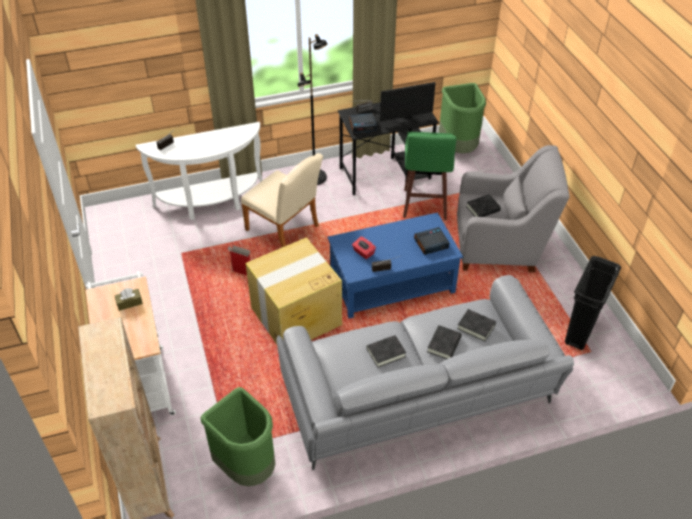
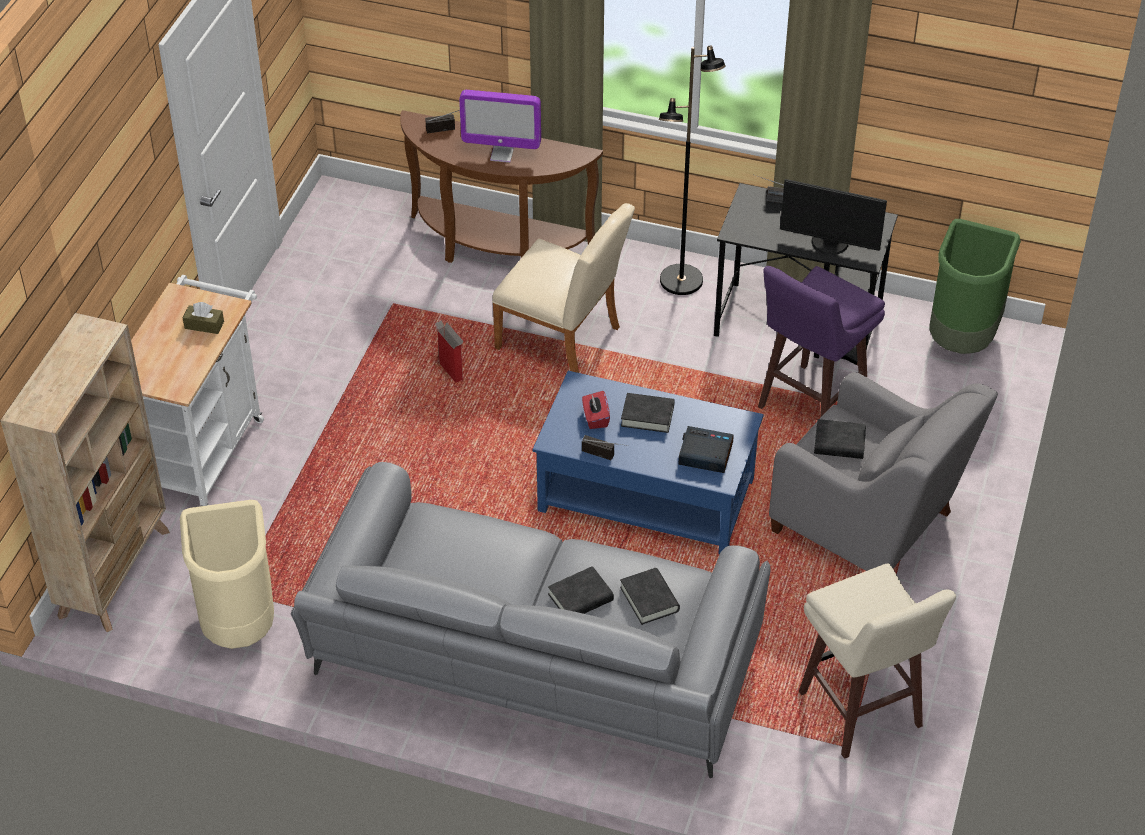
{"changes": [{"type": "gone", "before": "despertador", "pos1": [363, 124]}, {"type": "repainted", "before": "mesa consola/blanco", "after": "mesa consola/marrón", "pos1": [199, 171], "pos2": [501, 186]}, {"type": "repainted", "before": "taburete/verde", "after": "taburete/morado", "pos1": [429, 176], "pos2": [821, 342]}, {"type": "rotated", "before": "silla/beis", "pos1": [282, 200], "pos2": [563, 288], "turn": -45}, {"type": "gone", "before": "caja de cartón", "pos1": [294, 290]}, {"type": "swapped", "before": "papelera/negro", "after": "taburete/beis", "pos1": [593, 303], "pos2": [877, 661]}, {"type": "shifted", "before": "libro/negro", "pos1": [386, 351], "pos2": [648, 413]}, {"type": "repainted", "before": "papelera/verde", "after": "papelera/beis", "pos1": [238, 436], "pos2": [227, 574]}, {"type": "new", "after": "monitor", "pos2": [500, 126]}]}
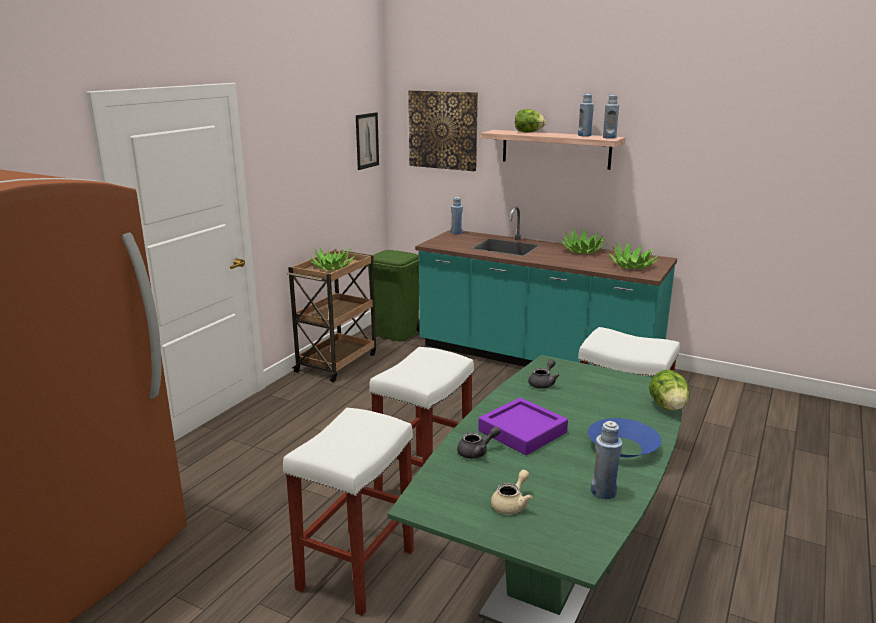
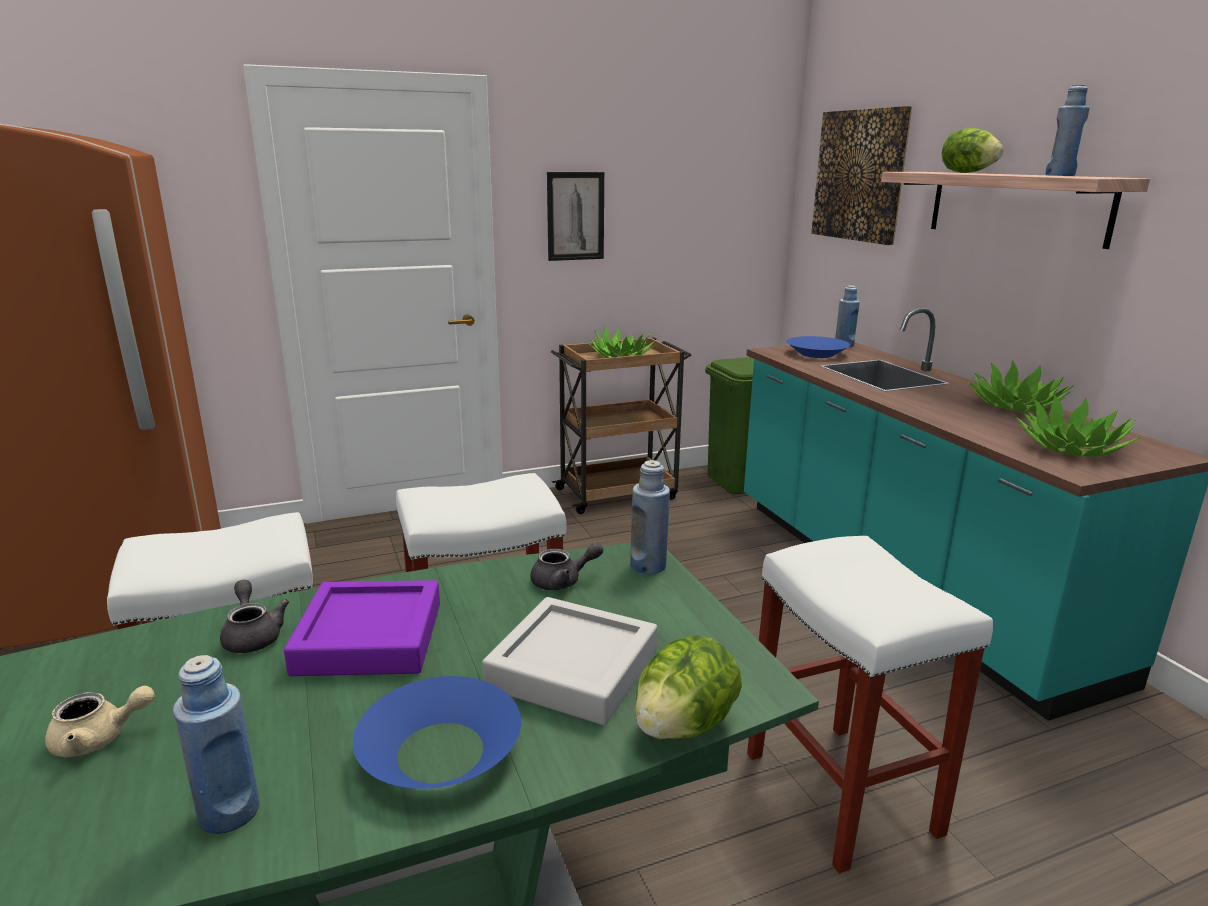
{"changes": [{"type": "shifted", "before": "botella/azul", "pos1": [611, 116], "pos2": [650, 517]}, {"type": "shifted", "before": "cuadro", "pos1": [367, 141], "pos2": [575, 216]}, {"type": "rotated", "before": "tetera/gris", "pos1": [479, 442], "pos2": [254, 616], "turn": -135}, {"type": "new", "after": "cuenco/azul", "pos2": [818, 347]}, {"type": "new", "after": "bandeja/gris", "pos2": [569, 661]}]}
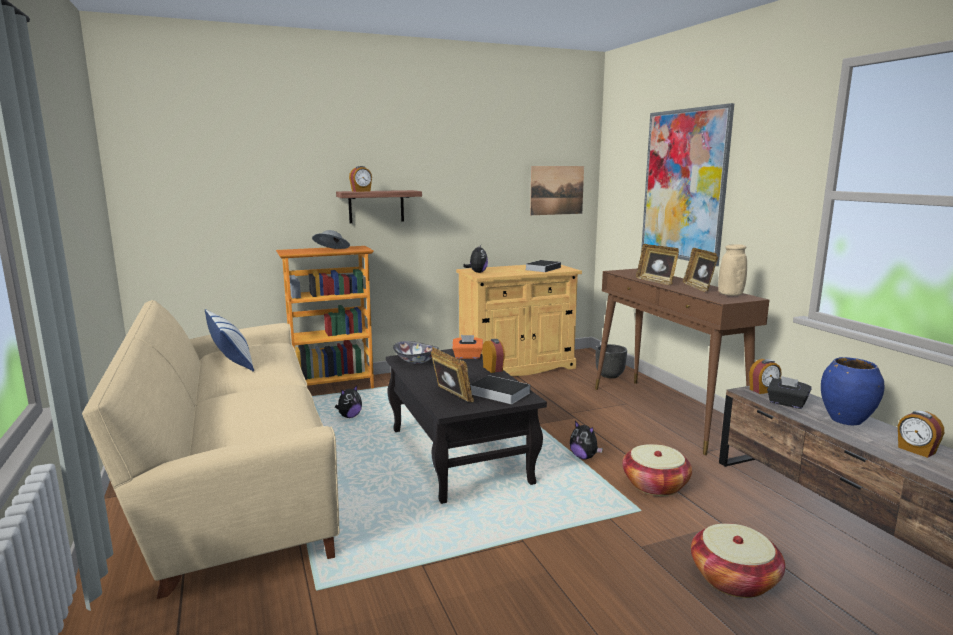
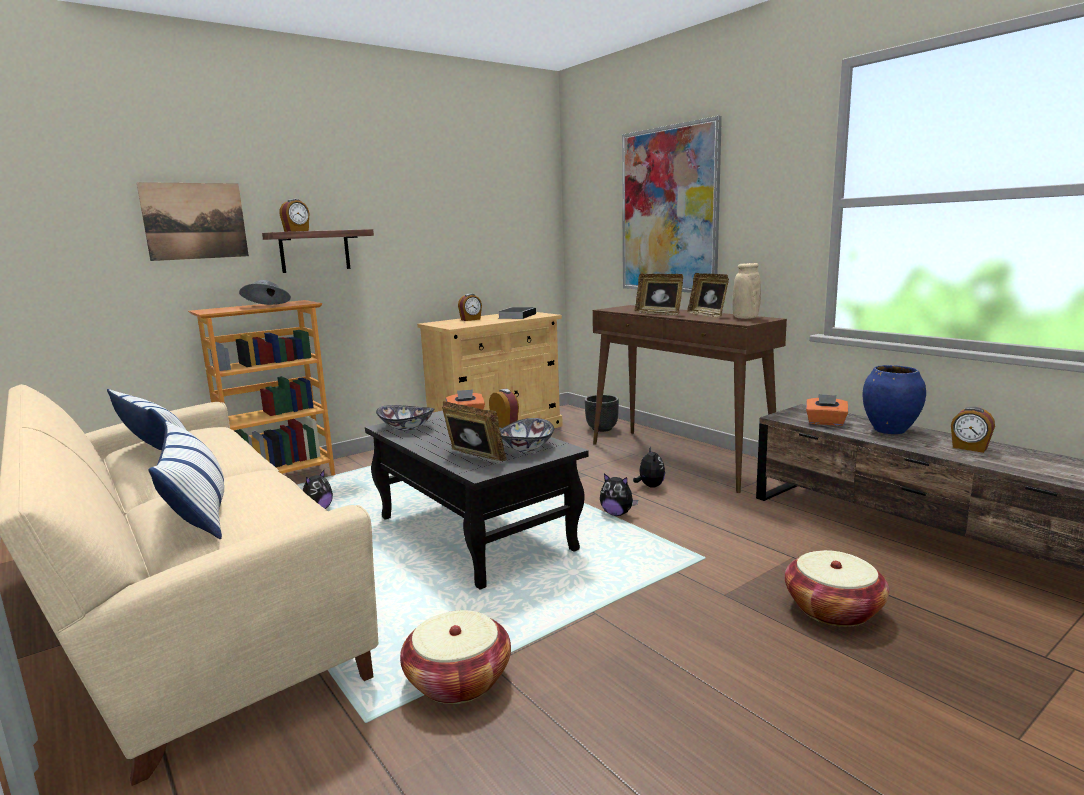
{"changes": [{"type": "shifted", "before": "cuadro", "pos1": [557, 190], "pos2": [193, 221]}, {"type": "shifted", "before": "peluche", "pos1": [475, 259], "pos2": [649, 467]}, {"type": "shifted", "before": "despertador", "pos1": [765, 376], "pos2": [470, 307]}, {"type": "swapped", "before": "libro", "after": "cuenco", "pos1": [500, 389], "pos2": [527, 435]}, {"type": "repainted", "before": "caja de pañuelos/negro", "after": "caja de pañuelos/naranja", "pos1": [789, 392], "pos2": [827, 410]}, {"type": "shifted", "before": "cesta", "pos1": [657, 470], "pos2": [455, 657]}, {"type": "new", "after": "cojín", "pos2": [186, 479]}]}
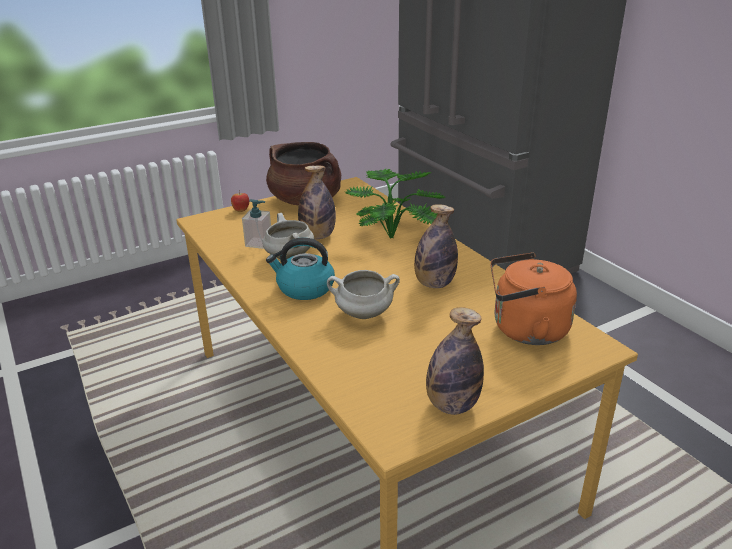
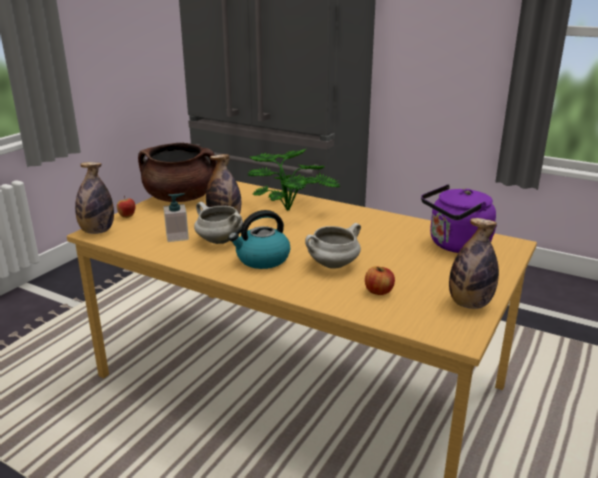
{"changes": [{"type": "shifted", "before": "botella", "pos1": [436, 246], "pos2": [94, 198]}, {"type": "repainted", "before": "hervidor/naranja", "after": "hervidor/morado", "pos1": [533, 298], "pos2": [459, 218]}, {"type": "new", "after": "manzana", "pos2": [380, 280]}]}
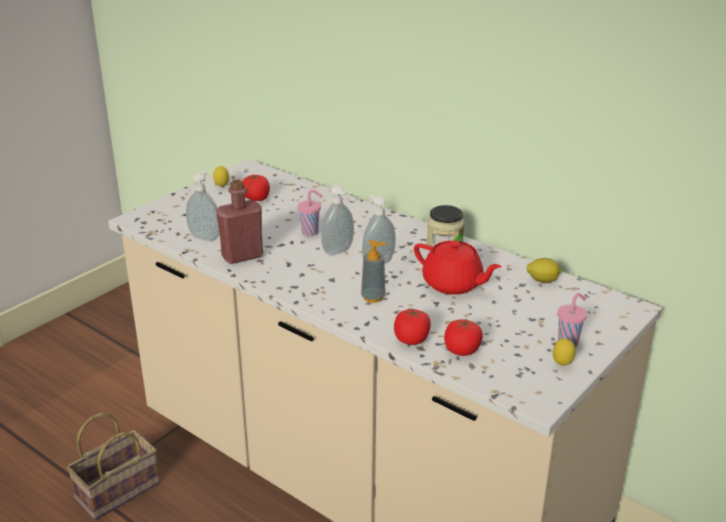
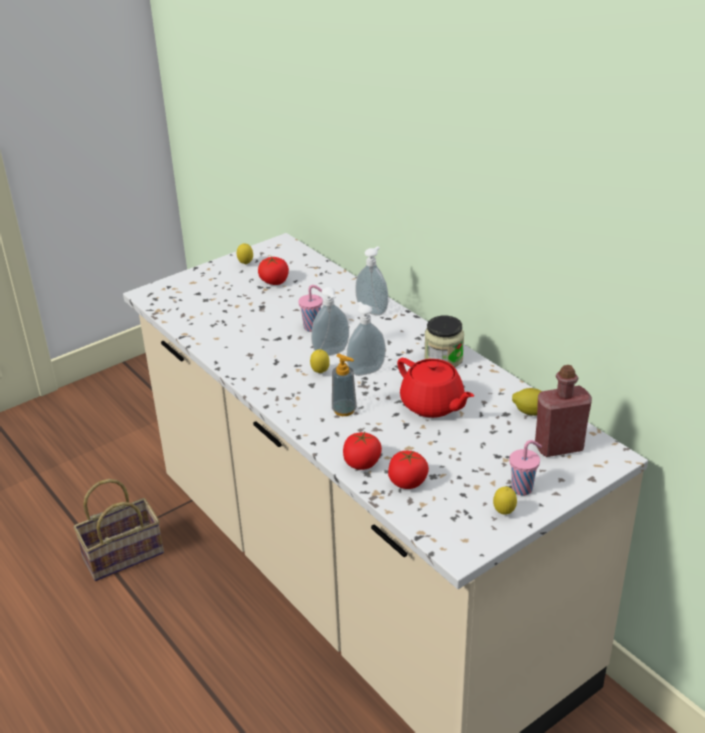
{"changes": [{"type": "shifted", "before": "dispensador de jabón", "pos1": [203, 206], "pos2": [371, 281]}, {"type": "shifted", "before": "botella/rojo", "pos1": [239, 221], "pos2": [563, 411]}, {"type": "new", "after": "limón", "pos2": [320, 361]}]}
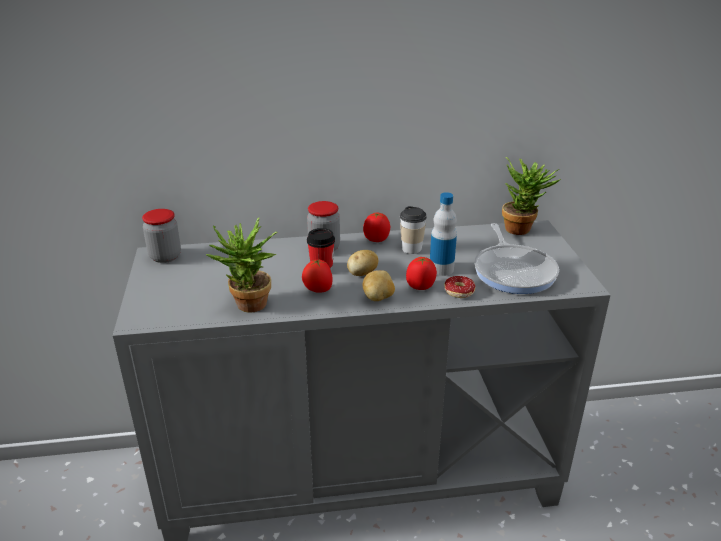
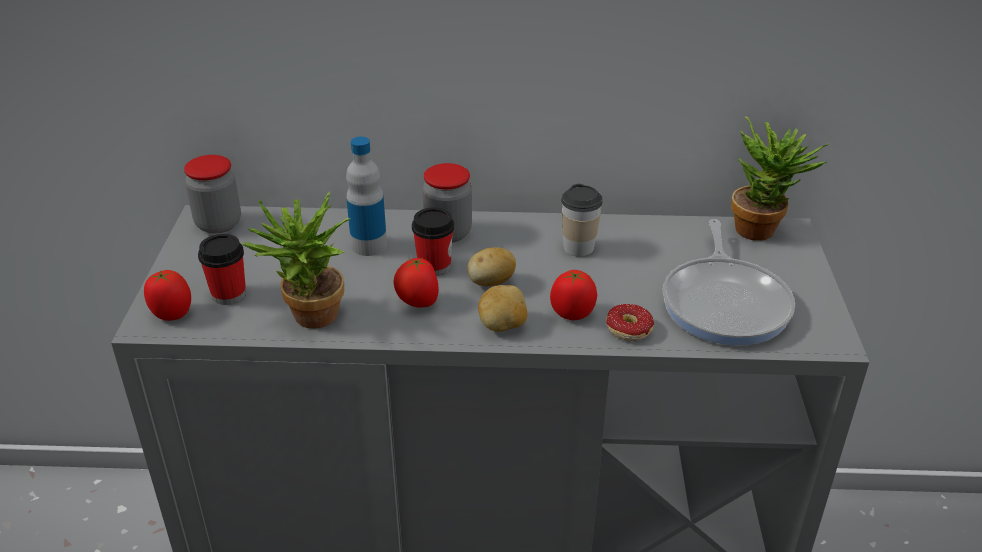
{"changes": [{"type": "shifted", "before": "botella", "pos1": [443, 234], "pos2": [366, 196]}, {"type": "shifted", "before": "tomate", "pos1": [376, 227], "pos2": [167, 295]}, {"type": "new", "after": "taza", "pos2": [222, 269]}]}
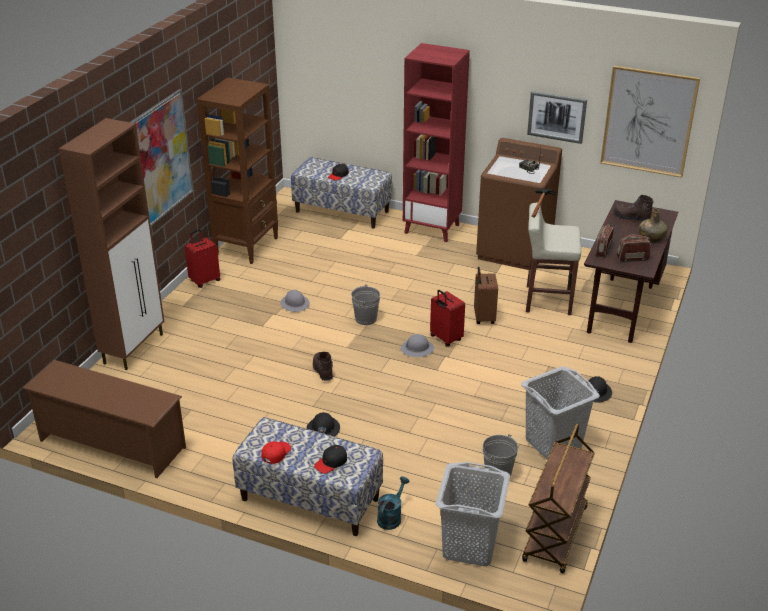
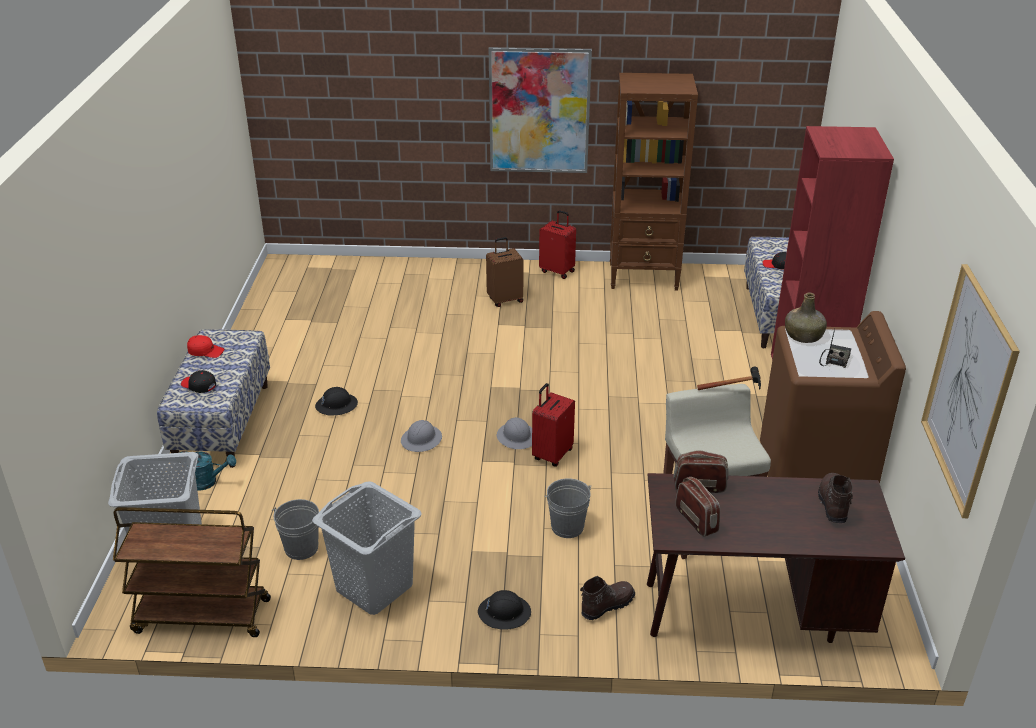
{"changes": [{"type": "gone", "before": "cuadro", "pos1": [557, 117]}, {"type": "gone", "before": "armario/marrón", "pos1": [111, 244]}, {"type": "shifted", "before": "botella/verde", "pos1": [653, 225], "pos2": [806, 317]}, {"type": "shifted", "before": "maleta/marrón", "pos1": [486, 295], "pos2": [504, 272]}, {"type": "shifted", "before": "cubo/gris", "pos1": [365, 304], "pos2": [567, 508]}, {"type": "shifted", "before": "casco/gris", "pos1": [295, 301], "pos2": [421, 436]}, {"type": "shifted", "before": "bota/marrón", "pos1": [323, 366], "pos2": [607, 598]}, {"type": "gone", "before": "zapatero/marrón", "pos1": [104, 419]}]}
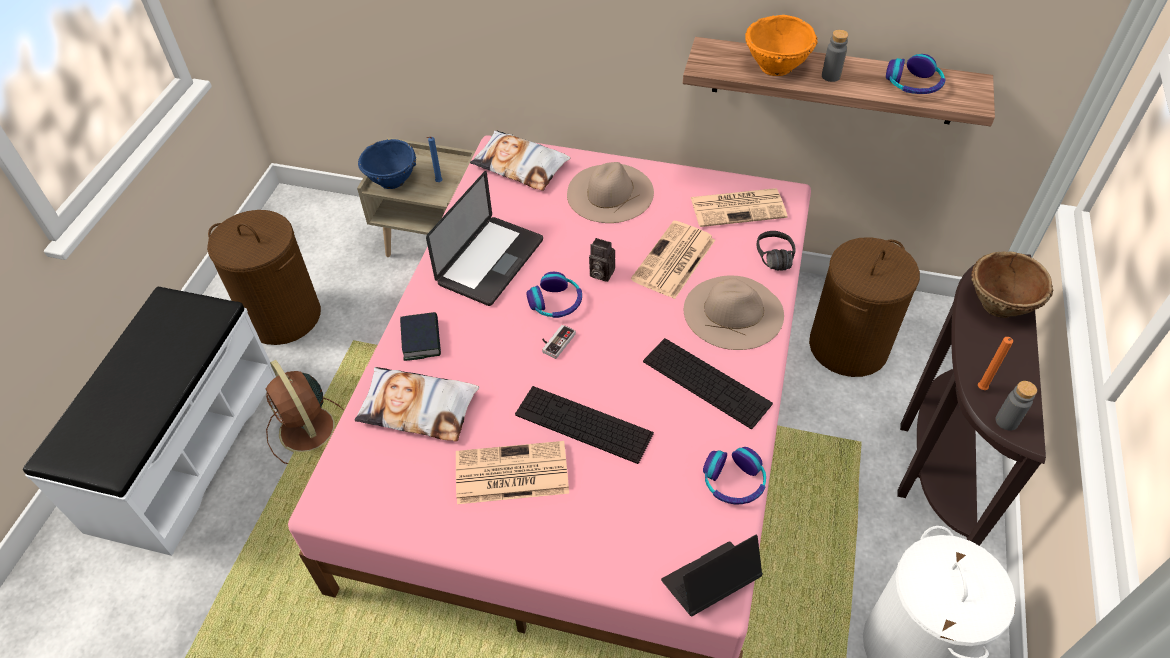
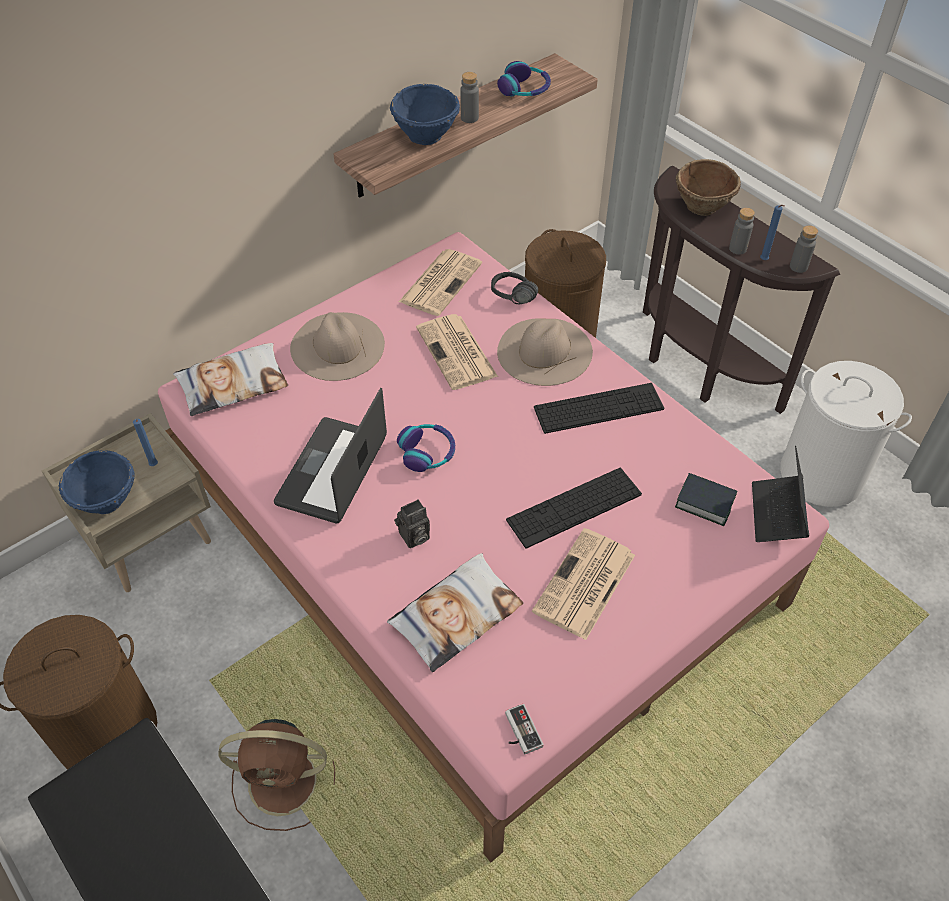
{"changes": [{"type": "repainted", "before": "cuenco/naranja", "after": "cuenco/azul", "pos1": [781, 45], "pos2": [425, 114]}, {"type": "rotated", "before": "portátil", "pos1": [484, 238], "pos2": [330, 456], "turn": -135}, {"type": "shifted", "before": "cámara", "pos1": [602, 260], "pos2": [412, 523]}, {"type": "shifted", "before": "libro", "pos1": [420, 336], "pos2": [706, 499]}, {"type": "shifted", "before": "mando de consola", "pos1": [559, 341], "pos2": [524, 729]}, {"type": "repainted", "before": "vela/naranja", "after": "vela/azul", "pos1": [995, 363], "pos2": [772, 232]}, {"type": "gone", "before": "auriculares", "pos1": [734, 476]}, {"type": "new", "after": "botella/gris", "pos2": [742, 231]}]}
